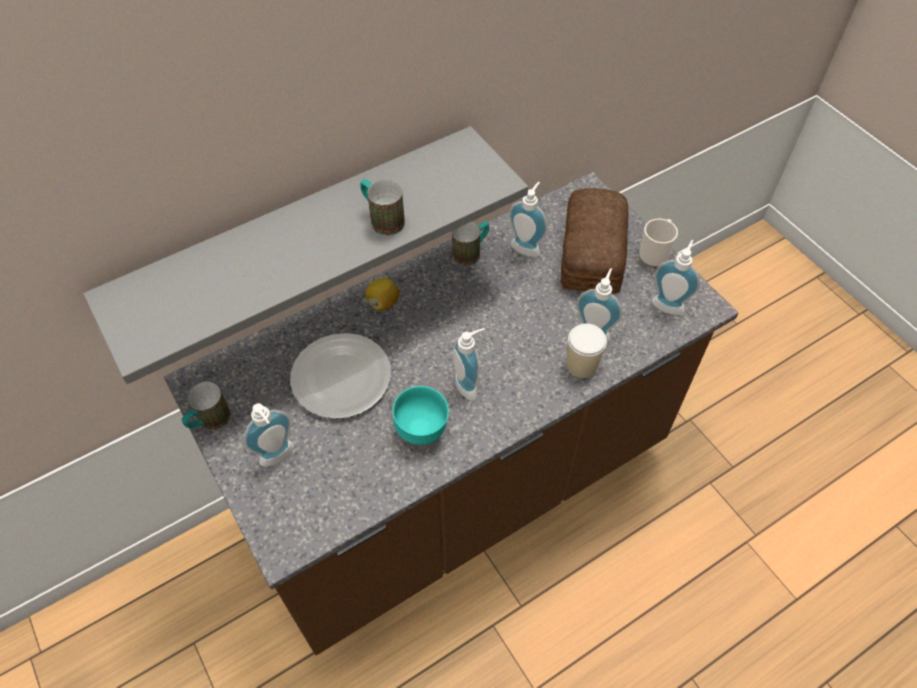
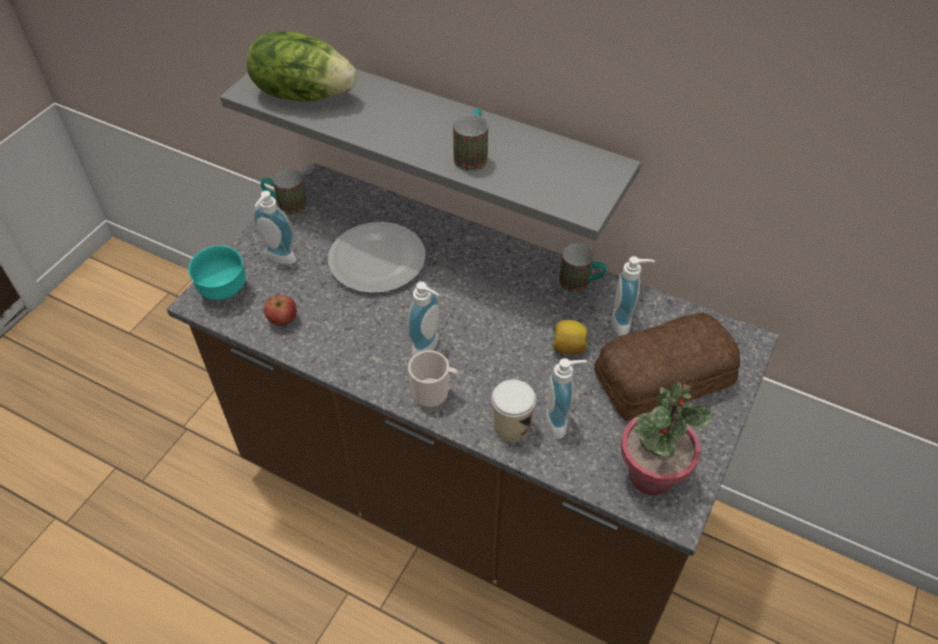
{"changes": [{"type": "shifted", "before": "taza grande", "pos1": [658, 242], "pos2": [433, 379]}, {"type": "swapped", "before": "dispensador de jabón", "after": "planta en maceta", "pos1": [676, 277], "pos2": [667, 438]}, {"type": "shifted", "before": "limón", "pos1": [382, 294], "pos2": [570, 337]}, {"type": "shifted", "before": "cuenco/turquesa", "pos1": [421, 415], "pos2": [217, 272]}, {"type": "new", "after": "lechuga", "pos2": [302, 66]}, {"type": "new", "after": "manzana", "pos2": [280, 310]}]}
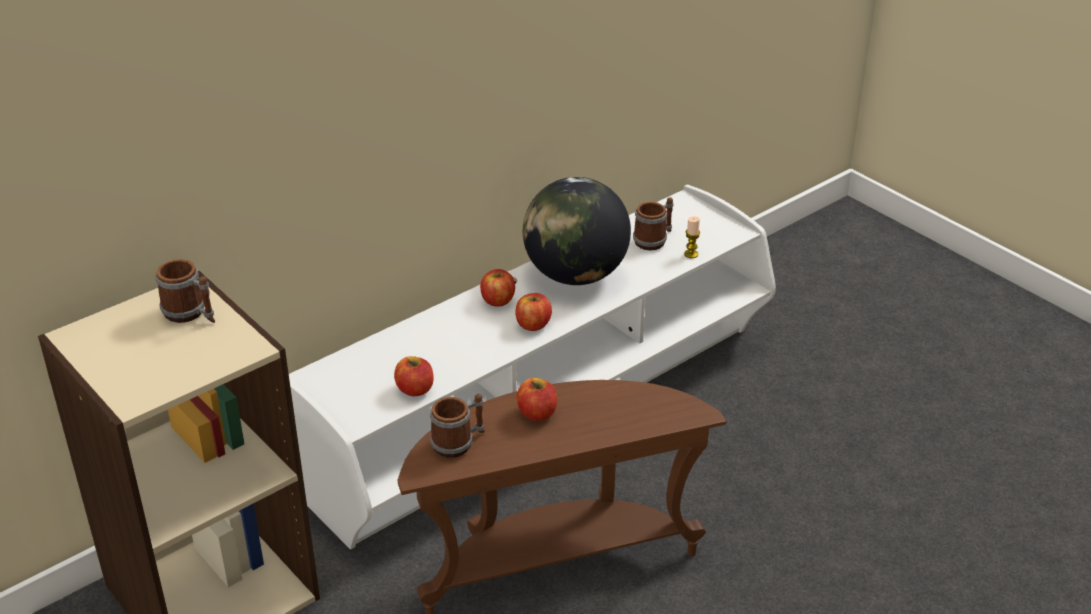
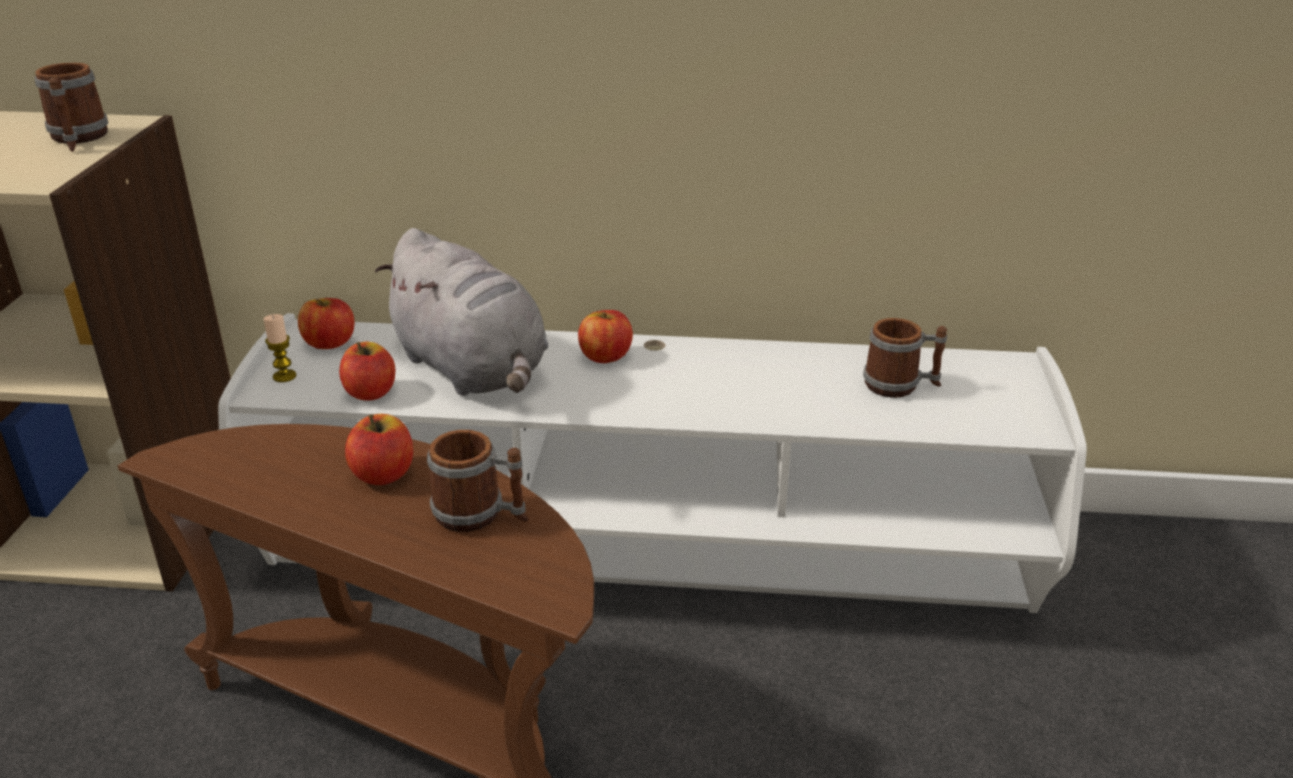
{"changes": [{"type": "gone", "before": "globo terráqueo", "pos1": [577, 231]}, {"type": "shifted", "before": "vela", "pos1": [692, 237], "pos2": [279, 348]}, {"type": "shifted", "before": "manzana", "pos1": [533, 312], "pos2": [326, 323]}, {"type": "shifted", "before": "taza grande", "pos1": [457, 426], "pos2": [477, 481]}, {"type": "new", "after": "peluche/gris", "pos2": [462, 312]}]}
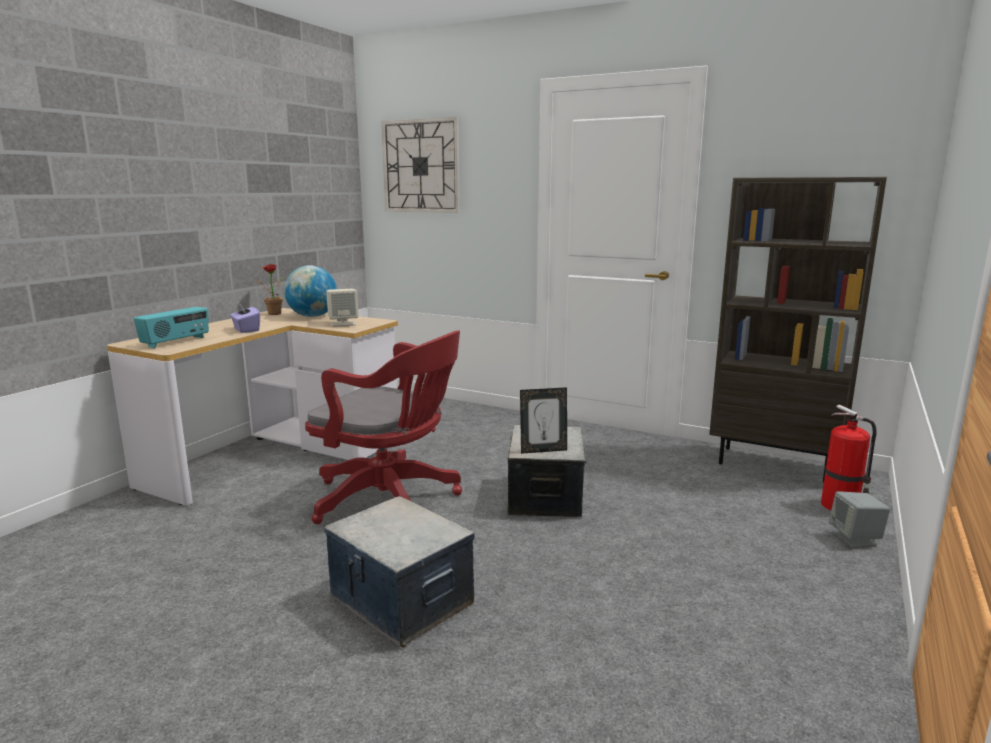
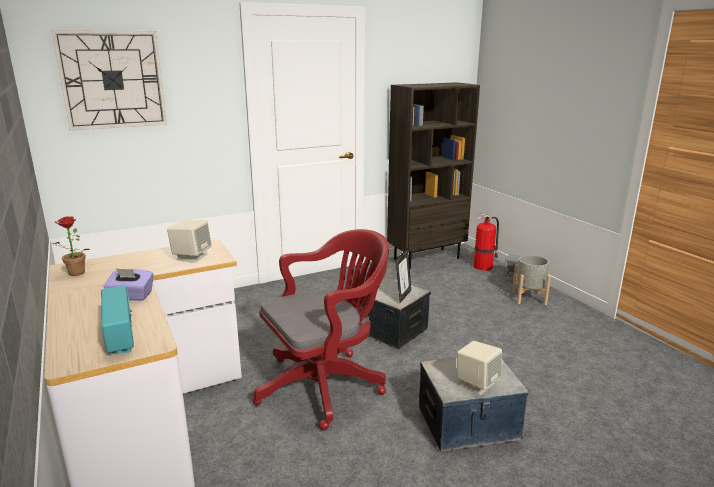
{"changes": [{"type": "gone", "before": "globo terráqueo", "pos1": [310, 291]}, {"type": "new", "after": "maceta/gris", "pos2": [531, 280]}, {"type": "new", "after": "altavoz/beis", "pos2": [479, 368]}]}
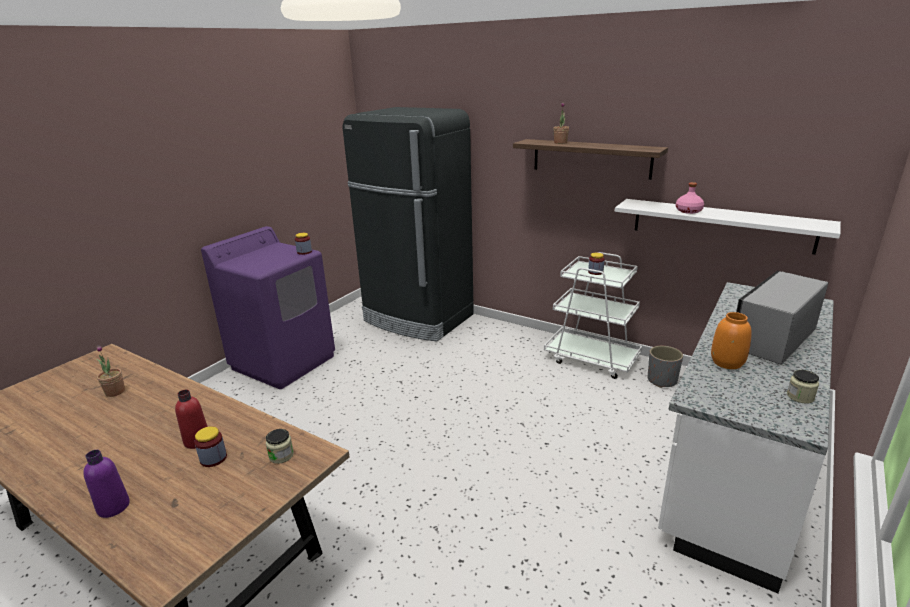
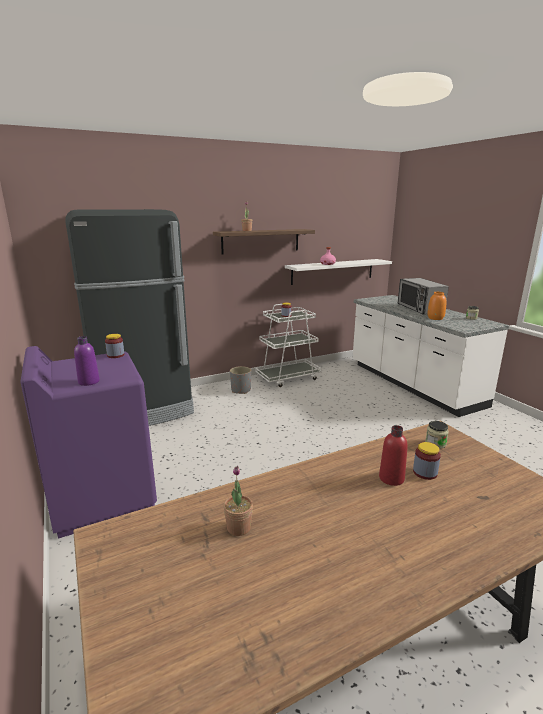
{"changes": [{"type": "shifted", "before": "maceta/gris", "pos1": [665, 367], "pos2": [240, 380]}, {"type": "shifted", "before": "botella/morado", "pos1": [106, 484], "pos2": [87, 361]}]}
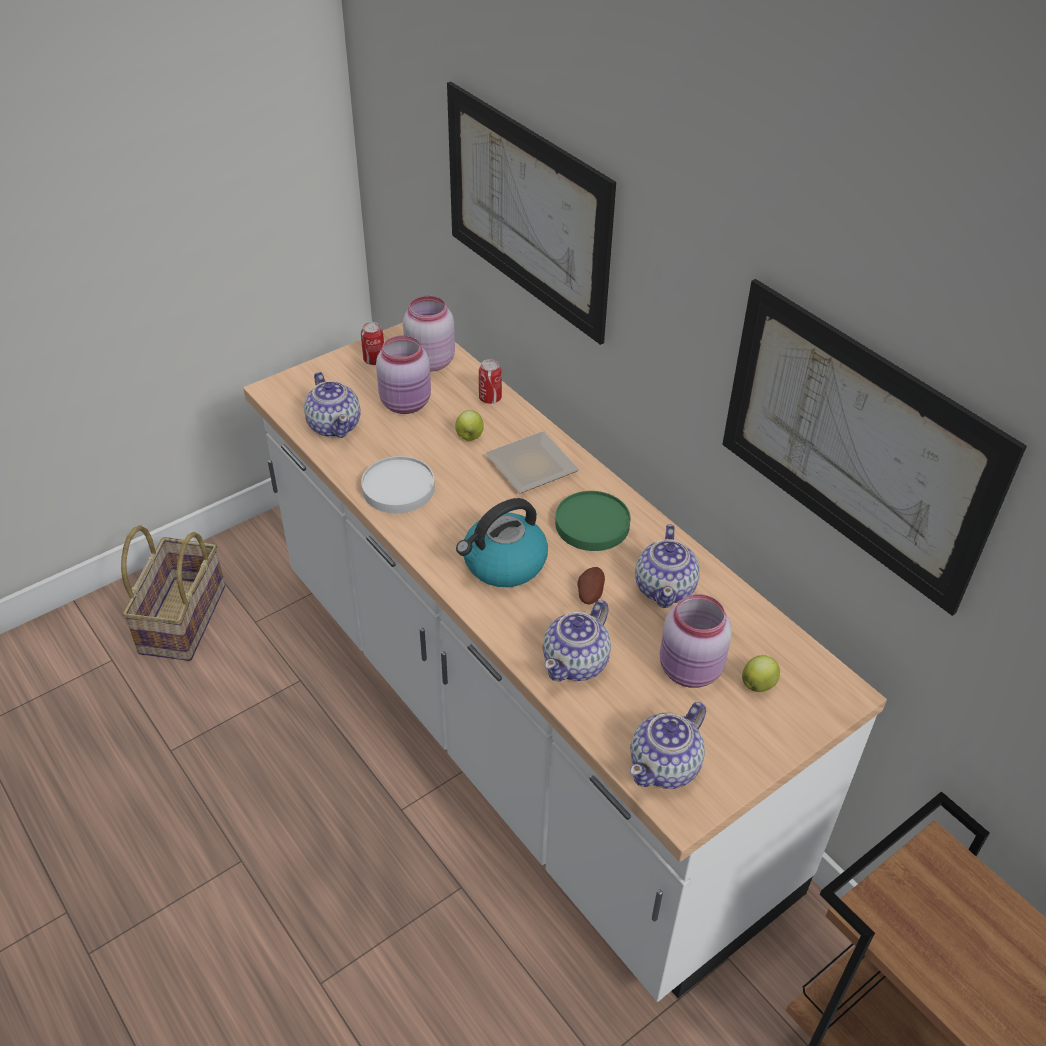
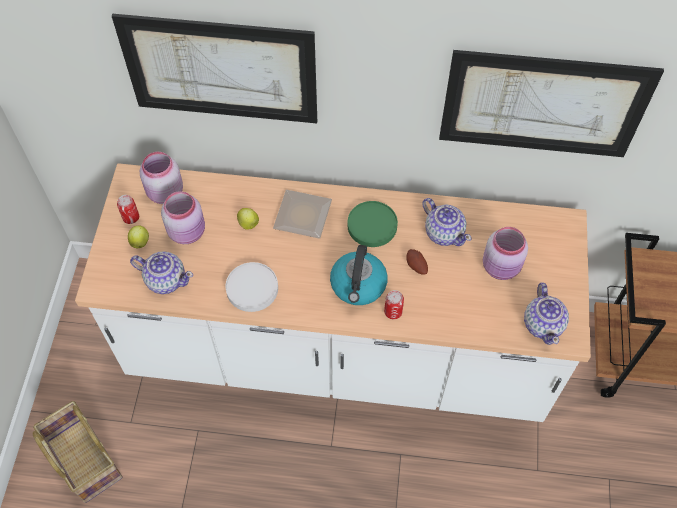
{"changes": [{"type": "shifted", "before": "lata", "pos1": [490, 381], "pos2": [394, 304]}, {"type": "gone", "before": "tetera", "pos1": [577, 640]}, {"type": "shifted", "before": "manzana", "pos1": [761, 673], "pos2": [138, 236]}]}
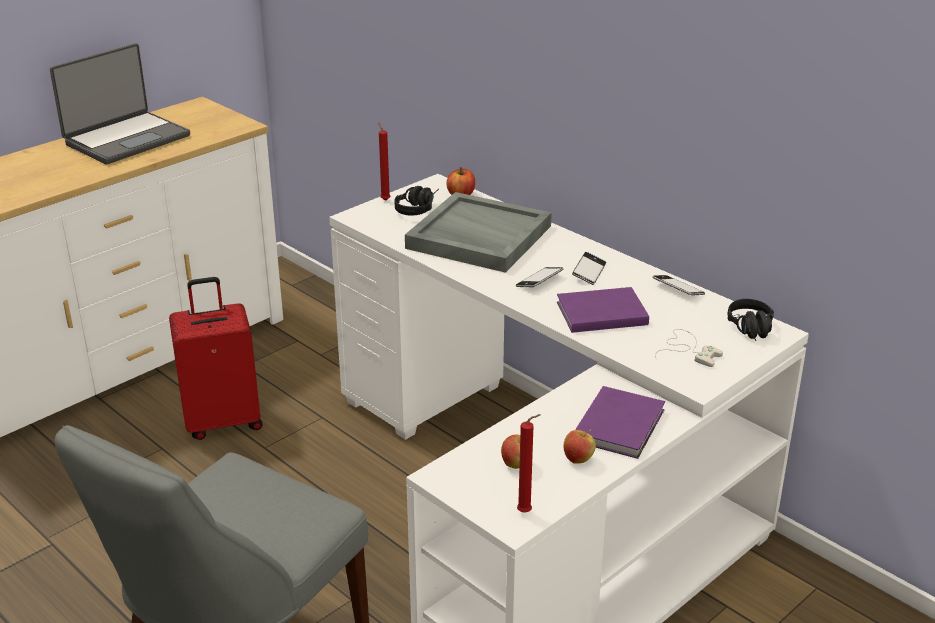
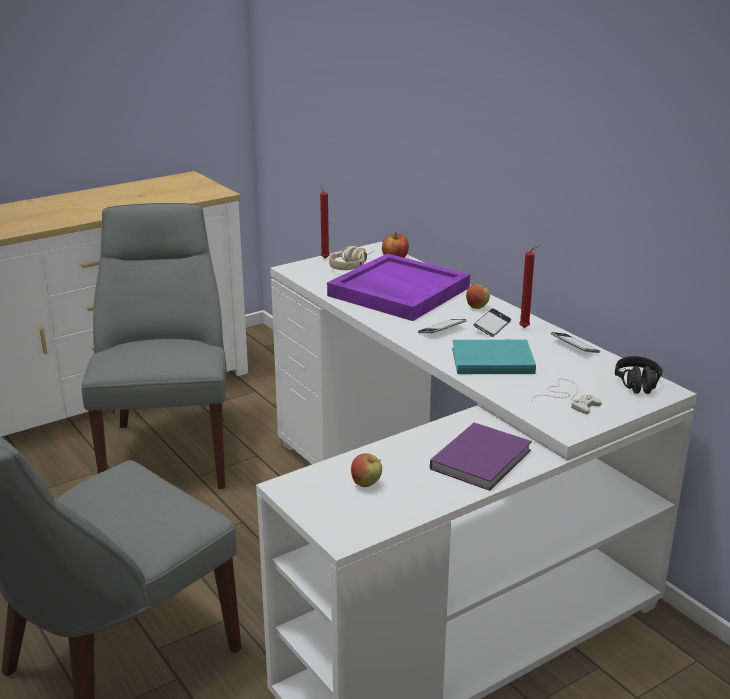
{"changes": [{"type": "gone", "before": "portátil", "pos1": [120, 103]}, {"type": "repainted", "before": "auriculares/negro", "after": "auriculares/beis", "pos1": [416, 201], "pos2": [352, 258]}, {"type": "repainted", "before": "bandeja/gris", "after": "bandeja/morado", "pos1": [478, 232], "pos2": [398, 287]}, {"type": "swapped", "before": "maleta/rojo", "after": "silla/gris", "pos1": [216, 358], "pos2": [154, 346]}, {"type": "repainted", "before": "libro/morado", "after": "libro/turquesa", "pos1": [603, 310], "pos2": [494, 357]}, {"type": "shifted", "before": "vela/rojo", "pos1": [529, 463], "pos2": [529, 286]}, {"type": "shifted", "before": "manzana", "pos1": [579, 446], "pos2": [478, 296]}]}
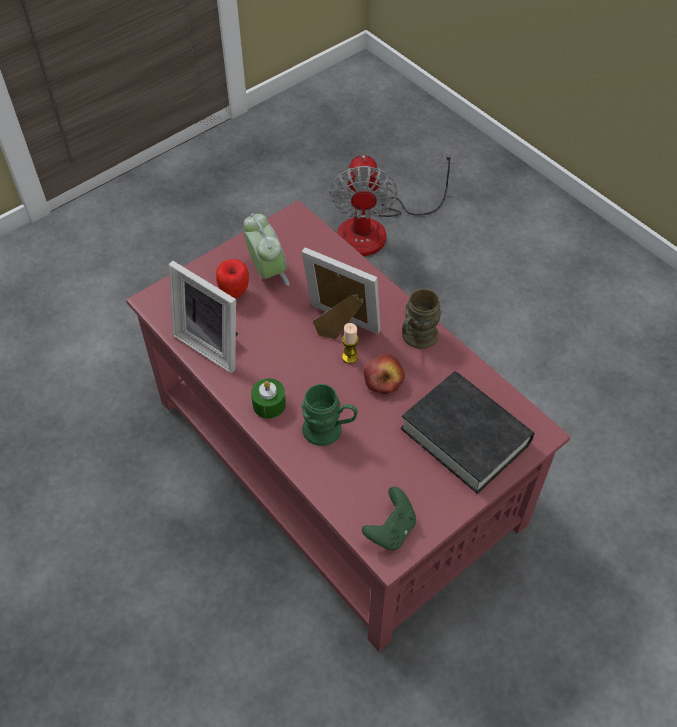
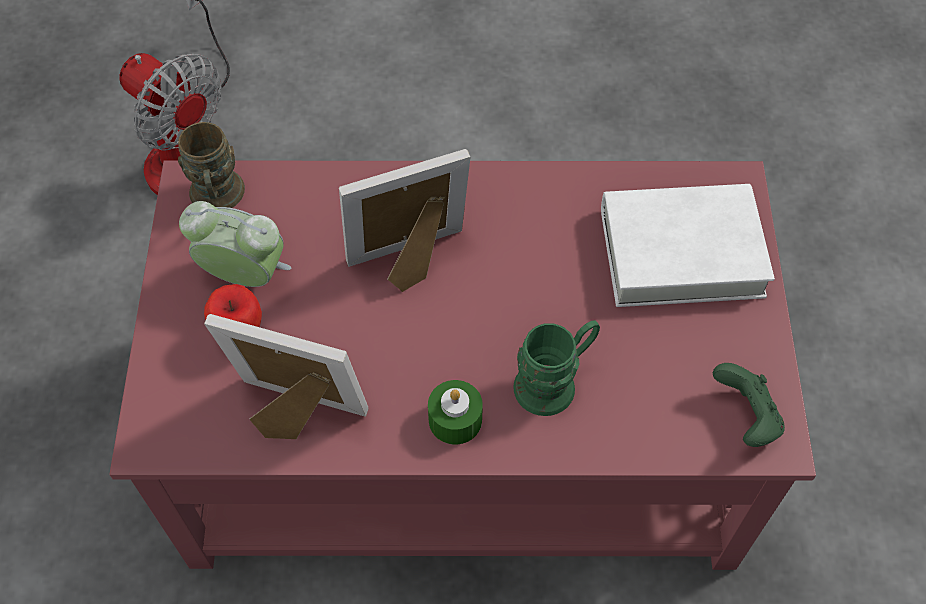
{"changes": [{"type": "rotated", "before": "portarretratos", "pos1": [204, 317], "pos2": [286, 376], "turn": -150}, {"type": "shifted", "before": "taza grande/marrón", "pos1": [421, 319], "pos2": [211, 165]}, {"type": "gone", "before": "vela", "pos1": [350, 343]}, {"type": "gone", "before": "manzana", "pos1": [384, 374]}, {"type": "repainted", "before": "libro/negro", "after": "libro/blanco", "pos1": [467, 432], "pos2": [688, 245]}]}
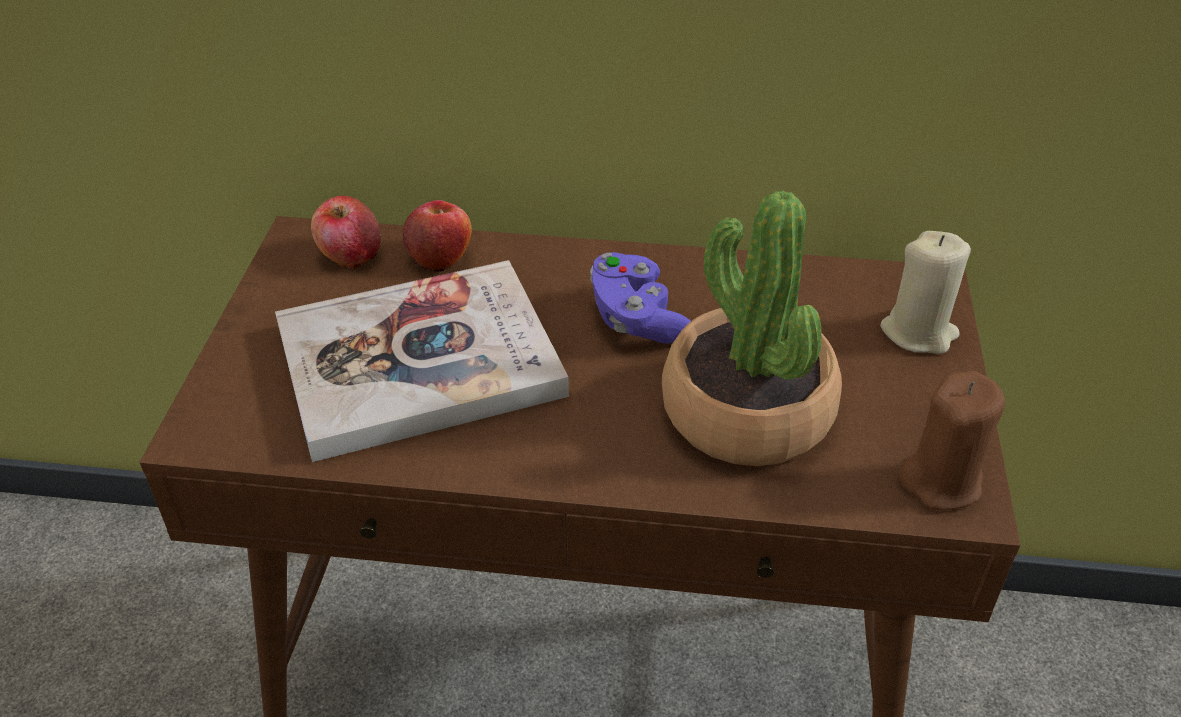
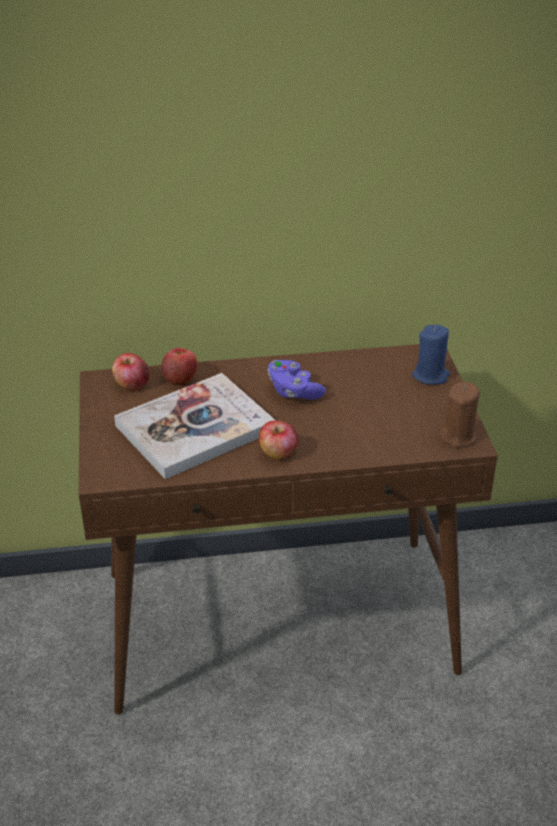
{"changes": [{"type": "gone", "before": "planta en maceta", "pos1": [752, 328]}, {"type": "repainted", "before": "vela/beis", "after": "vela/azul", "pos1": [925, 292], "pos2": [431, 355]}, {"type": "new", "after": "manzana", "pos2": [278, 440]}]}
